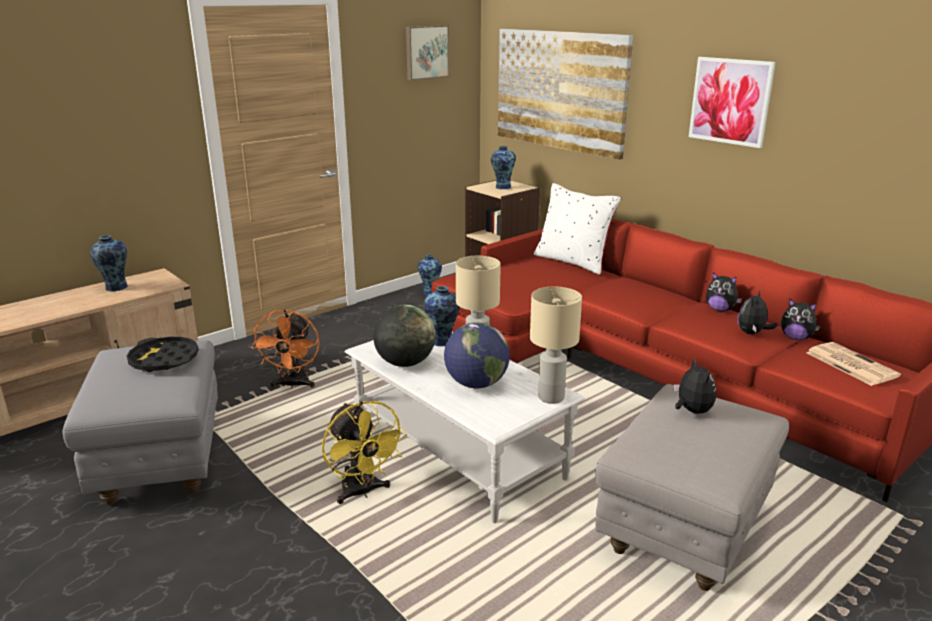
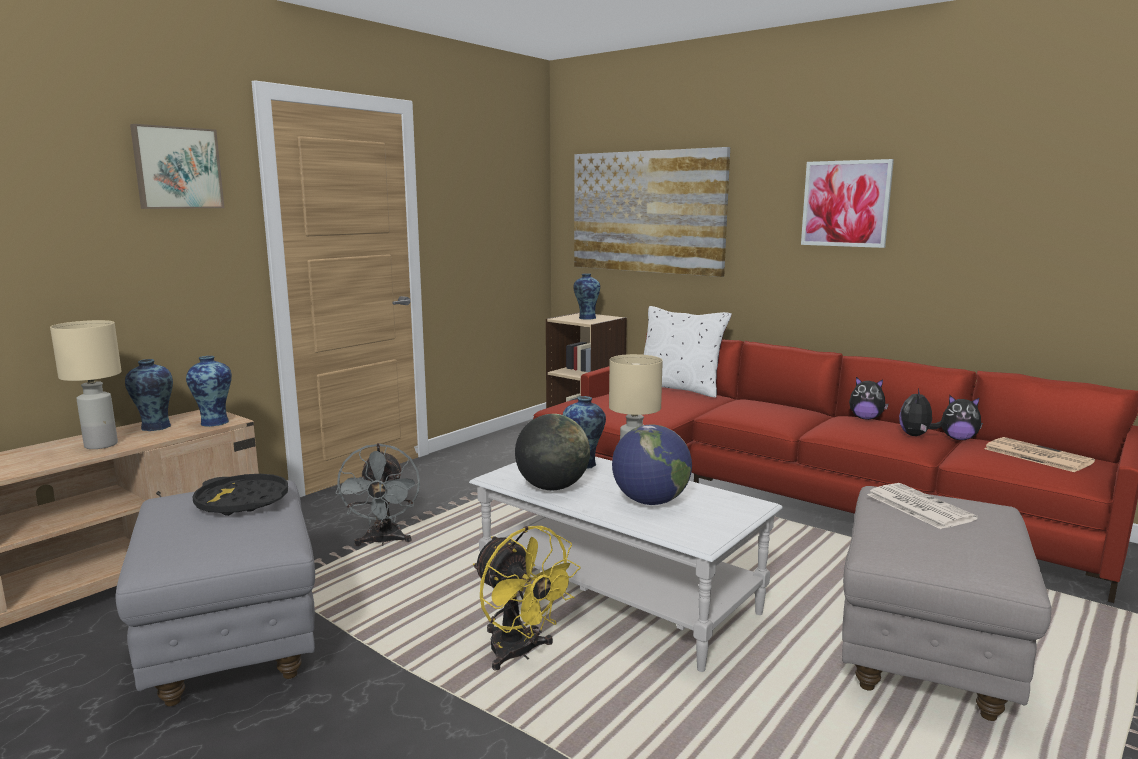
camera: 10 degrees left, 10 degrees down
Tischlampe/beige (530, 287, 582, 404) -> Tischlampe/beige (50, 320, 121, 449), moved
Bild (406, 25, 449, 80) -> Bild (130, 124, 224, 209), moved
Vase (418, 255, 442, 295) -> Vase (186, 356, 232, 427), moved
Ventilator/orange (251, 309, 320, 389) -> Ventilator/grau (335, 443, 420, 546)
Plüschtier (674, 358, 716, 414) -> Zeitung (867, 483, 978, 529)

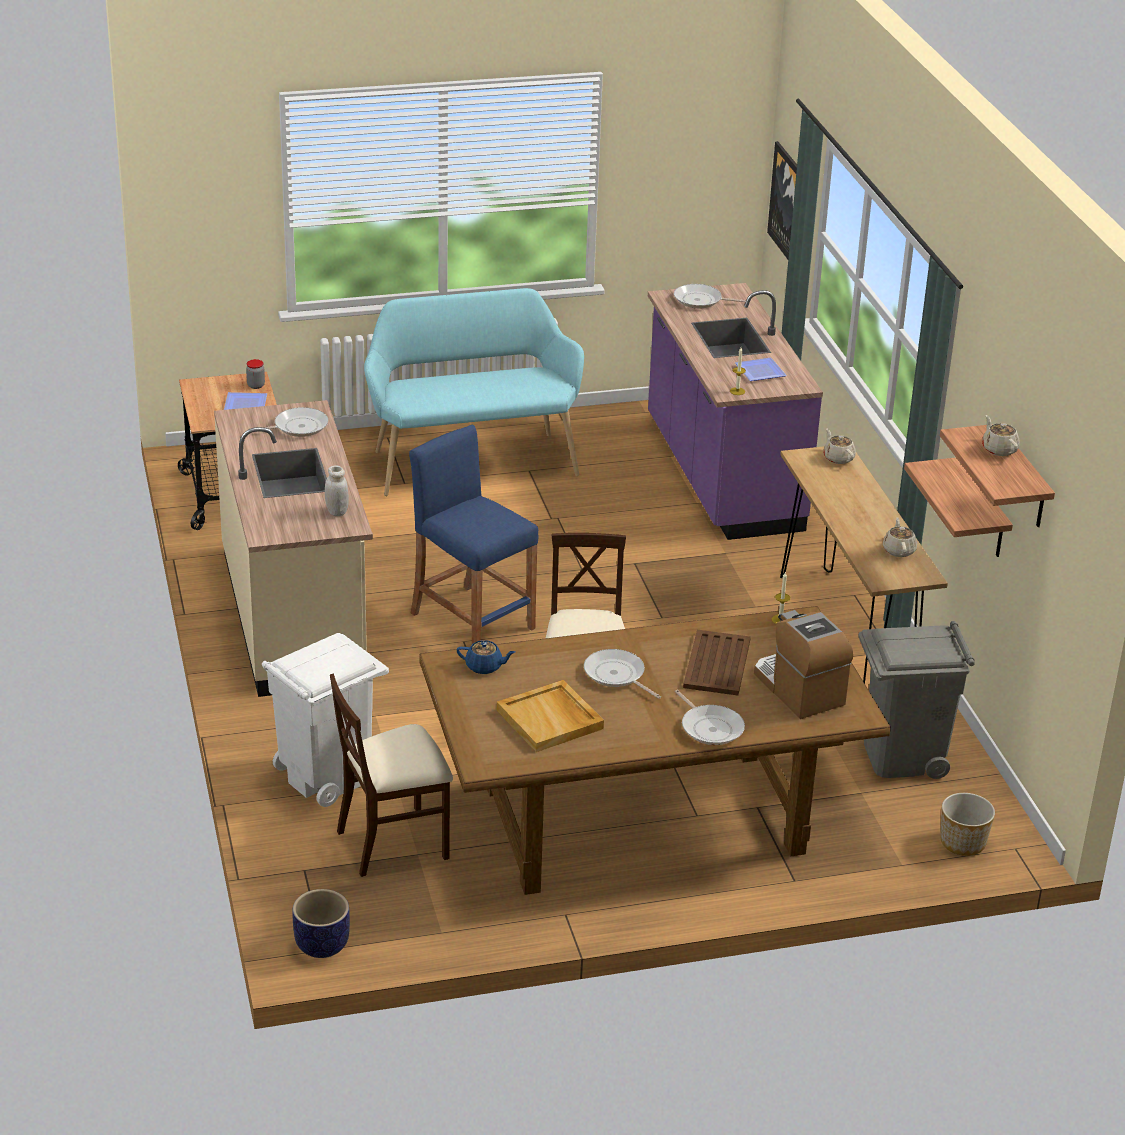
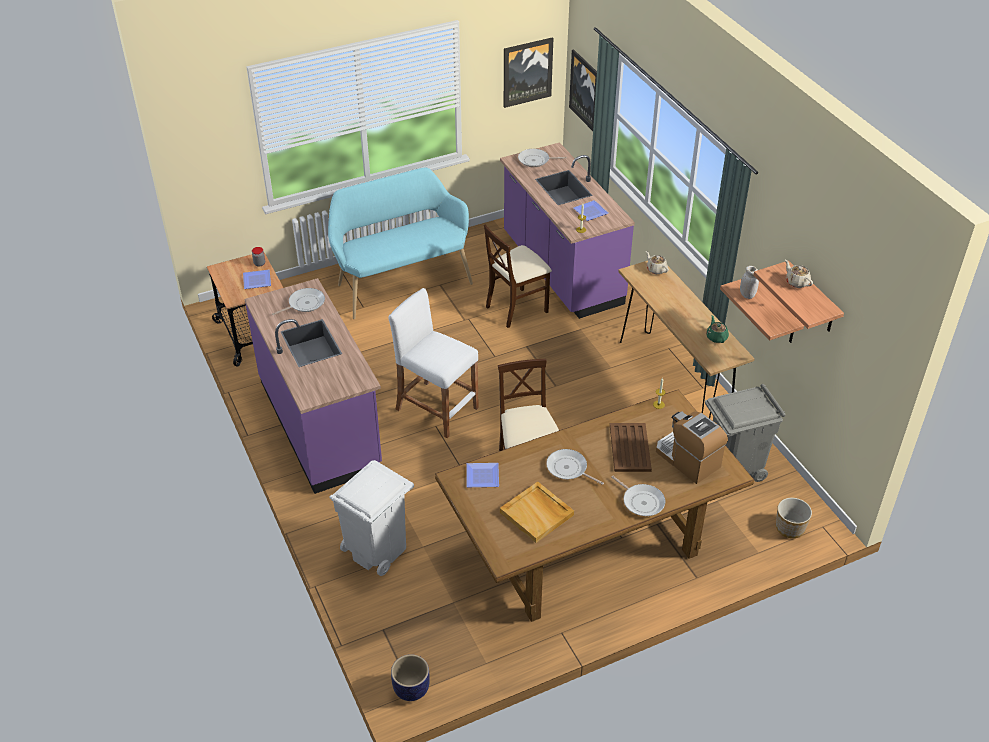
camera: 10 degrees left, 10 degrees up
Küchenzeile/beige (214, 400, 373, 697) -> Küchenzeile/lila (245, 278, 382, 494)
Hocker/blau (409, 425, 538, 644) -> Hocker/weiß (388, 288, 479, 438)
Teekanne/blau (457, 640, 515, 674) -> Teller (466, 463, 499, 487)
Stuhl/beige (330, 674, 453, 877) -> Stuhl/beige (484, 224, 552, 328), moved
none -> Bild (504, 37, 553, 108)
Teekanne/beige (883, 517, 917, 557) -> Teekanne/grün (706, 315, 729, 343)
Vorratsglas/weiß (325, 465, 349, 516) -> Vorratsglas/weiß (740, 266, 759, 299), moved

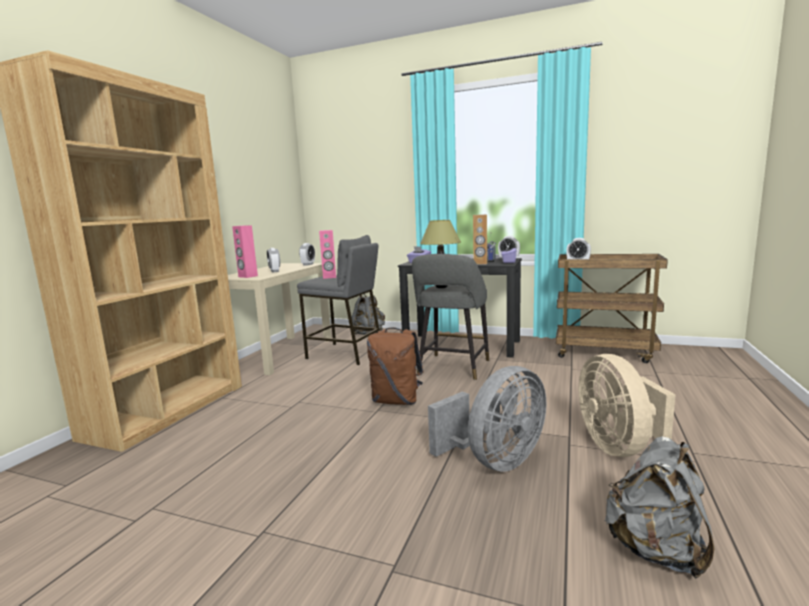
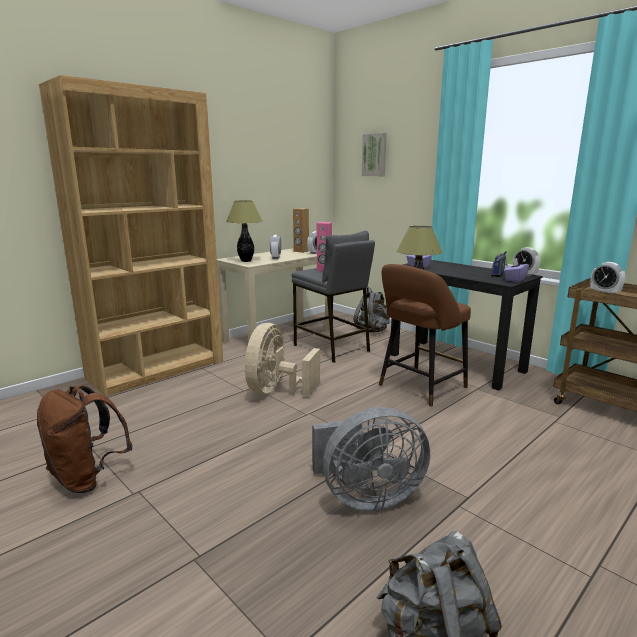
camera: 25 degrees right, 5 degrees up
Rucksack/braun (367, 328, 424, 405) -> Rucksack/braun (37, 385, 133, 493), moved
Lautsprecher/rosa (232, 225, 258, 278) -> Tischlampe (226, 200, 262, 262)
Ventilator/beige (579, 354, 676, 457) -> Ventilator/beige (245, 323, 320, 396), moved
Lautsprecher/braun (473, 214, 487, 265) -> Lautsprecher/braun (293, 208, 309, 253), moved
none -> Bild (362, 133, 387, 176)
Hocker/grau (412, 254, 489, 380) -> Hocker/braun (379, 264, 471, 407)

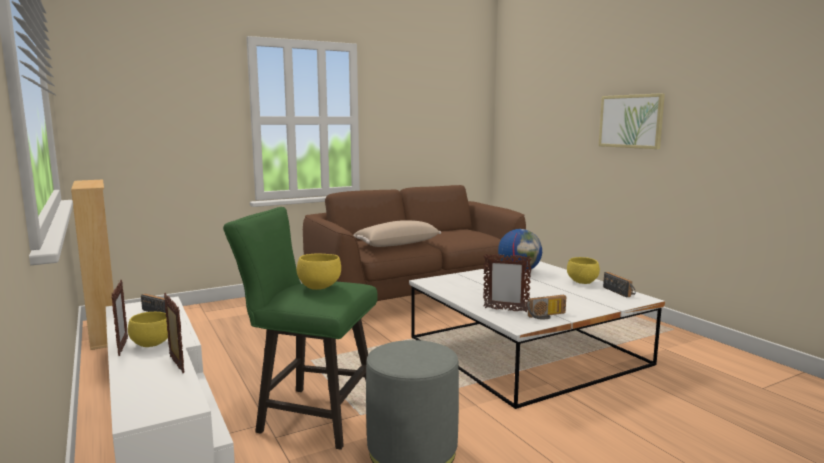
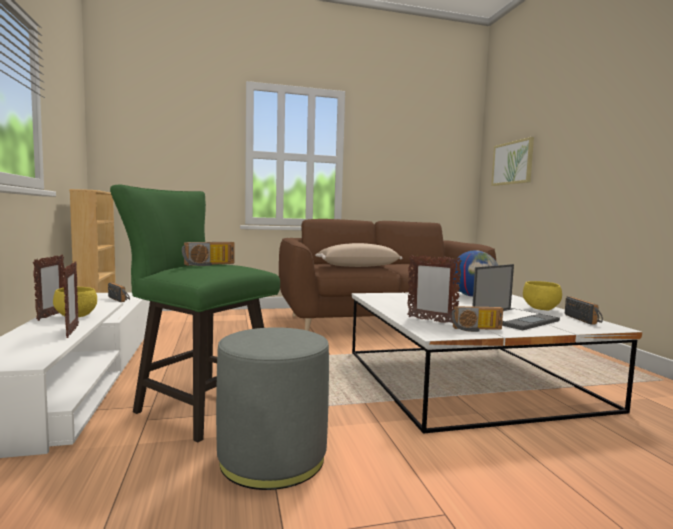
camera: 15 degrees right, 5 degrees down
Schüssel/gelb (297, 253, 341, 290) -> Radio (182, 242, 234, 266)
none -> Laptop (472, 264, 560, 330)
Bild (599, 93, 665, 149) -> Bild (491, 137, 534, 186), moved

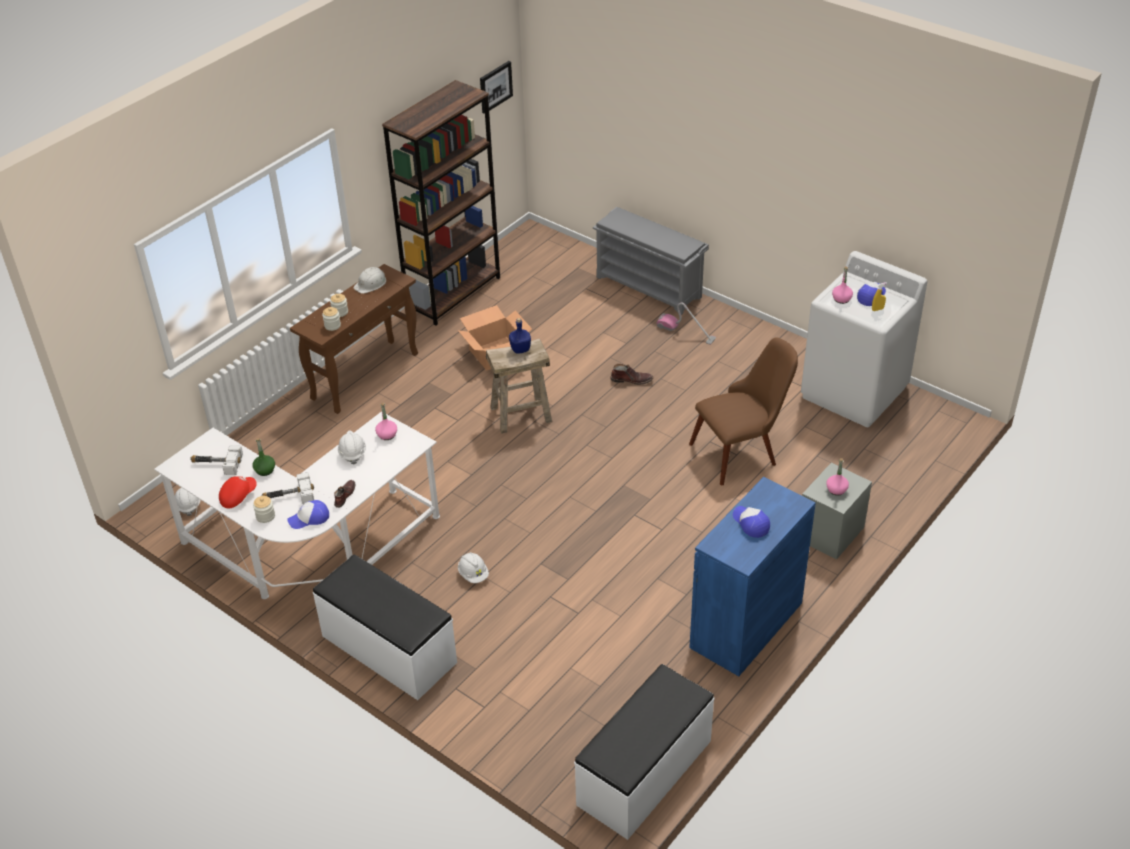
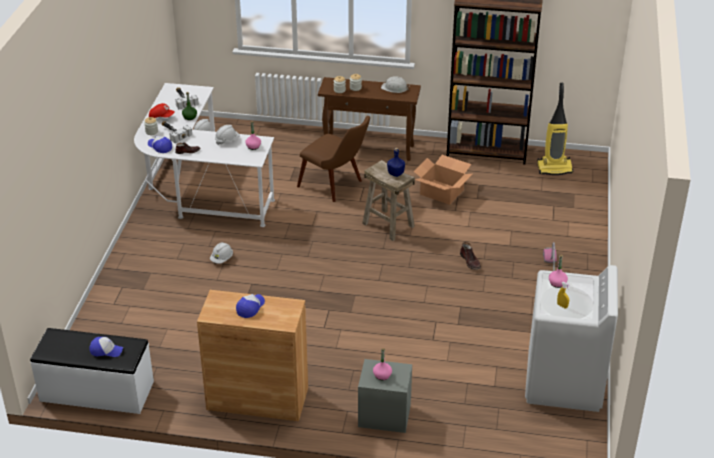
camera: 60 degrees right, 5 degrees down
Kappe (857, 282, 886, 306) -> Kappe (89, 337, 123, 357), moved
Schrank/blau (689, 477, 816, 676) -> Schrank/braun (197, 290, 308, 421)
Stuhl/braun (689, 337, 798, 486) -> Stuhl/braun (297, 116, 370, 202), moved
none -> Staubsauger (537, 83, 573, 175)
Bank/weiß (313, 555, 457, 700) -> none
Bild (480, 61, 513, 114) -> none
Schuhregal/grau (593, 207, 709, 315) -> none

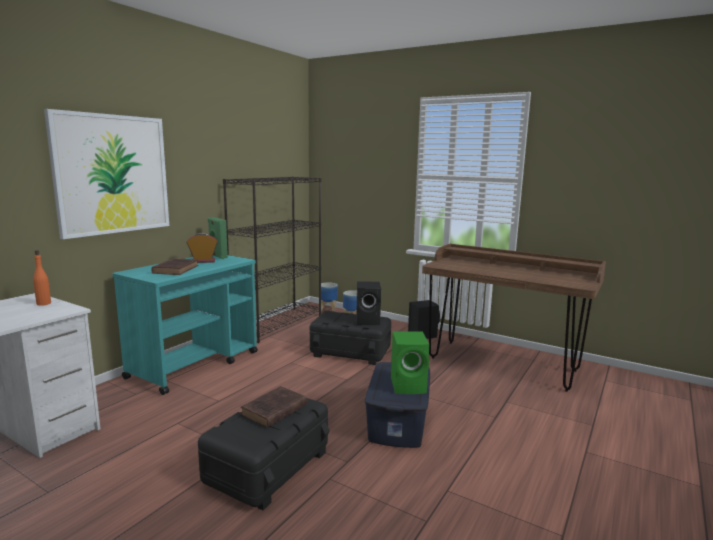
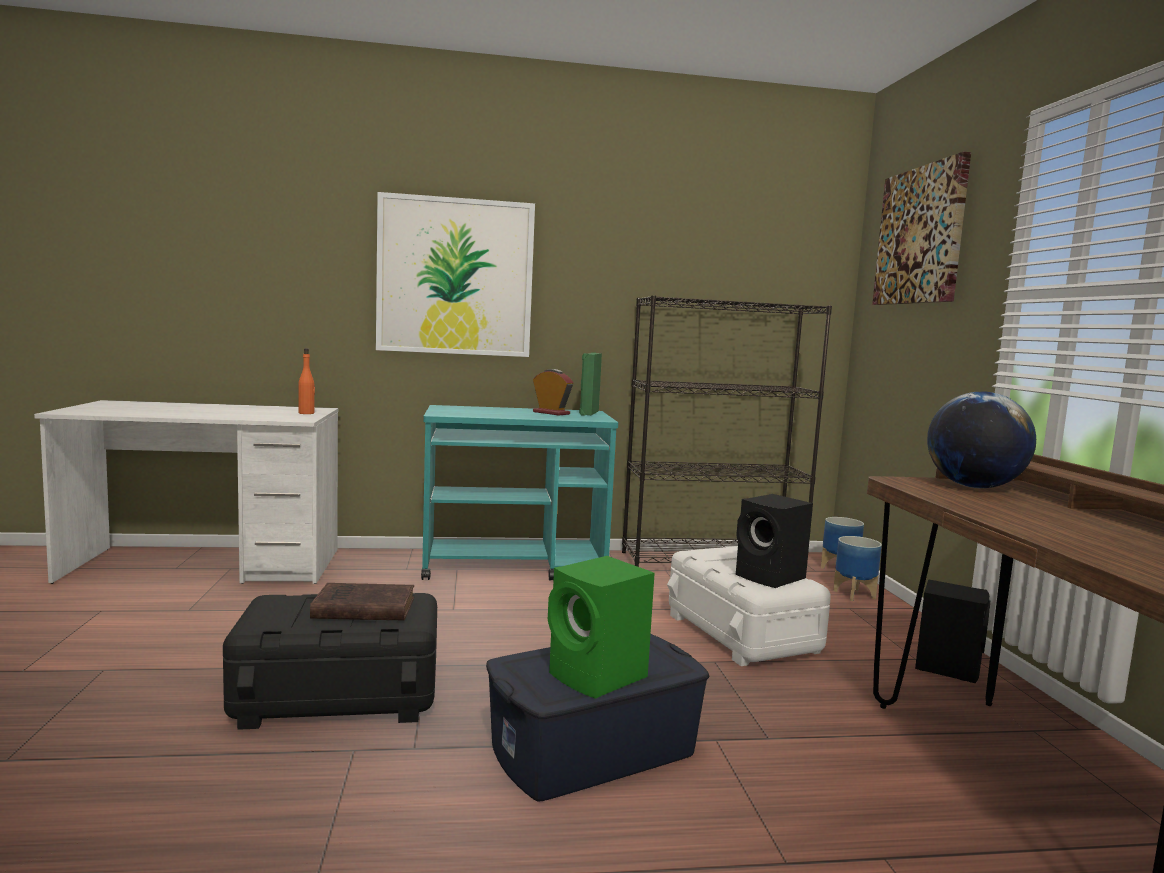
camera: 50 degrees right, 5 degrees down
Aufbewahrungsbox/schwarz (310, 311, 391, 365) -> Aufbewahrungsbox/weiß (667, 546, 831, 666)
none -> Bild (872, 152, 971, 305)
none -> Globus (927, 392, 1036, 488)
Buch/braun (151, 258, 199, 275) -> none

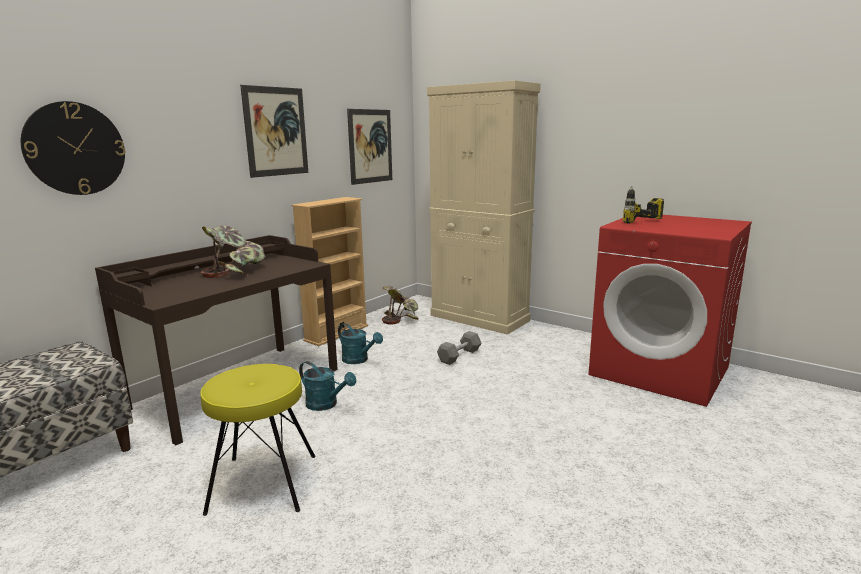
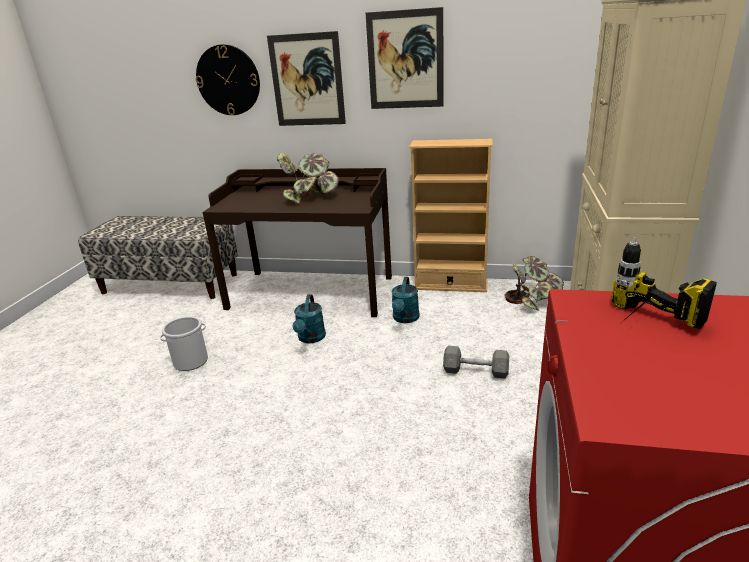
camera: 65 degrees right, 10 degrees up
Hocker/gelb (200, 364, 316, 516) -> Eimer (160, 316, 208, 371)
Bild (347, 109, 392, 185) -> Bild (267, 31, 346, 126), moved

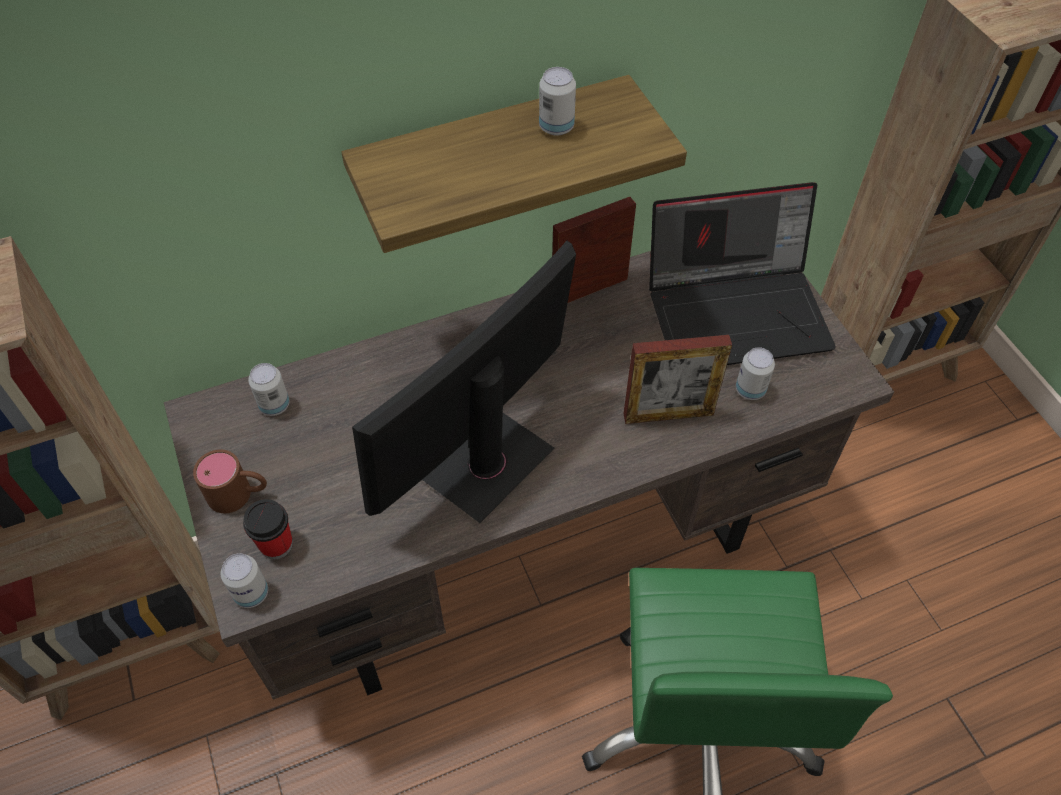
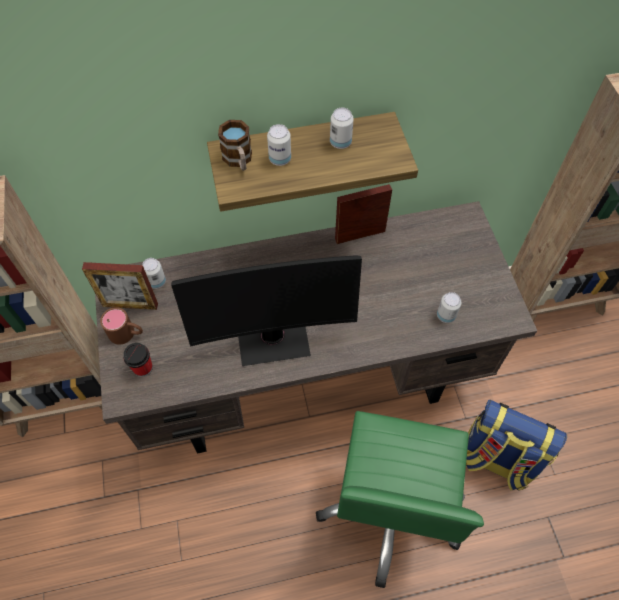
camera: 10 degrees right, 5 degrees up
Bilderrahmen (623, 335, 732, 424) -> Bilderrahmen (82, 262, 158, 310), moved
Monitor (352, 241, 576, 523) -> Monitor (171, 255, 362, 366), 150 degrees counterclockwise
none -> Henkelbecher (218, 120, 252, 171)
Dose (221, 553, 268, 608) -> Dose (267, 124, 291, 166), moved
none -> Rucksack (466, 400, 567, 491)
Laptop (649, 182, 835, 365) -> none

